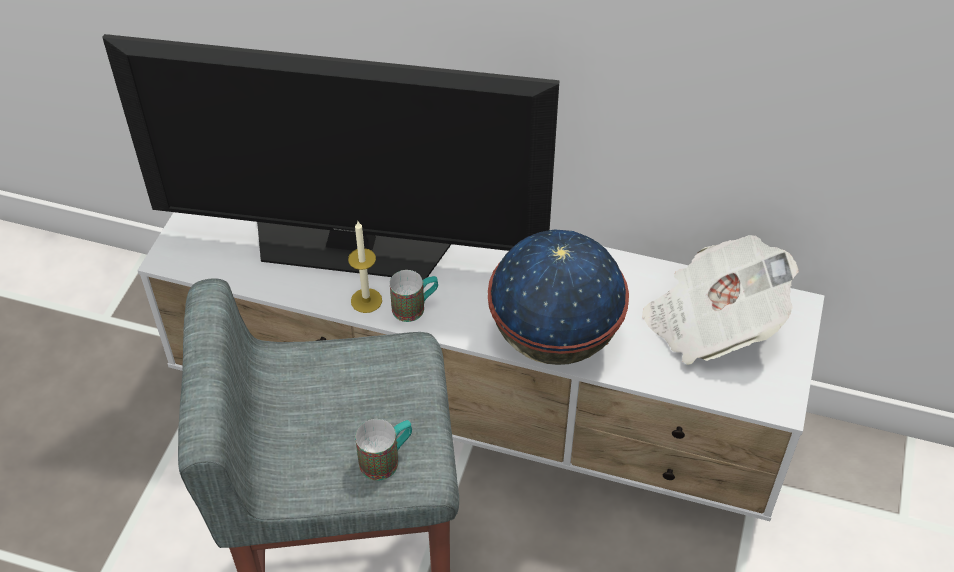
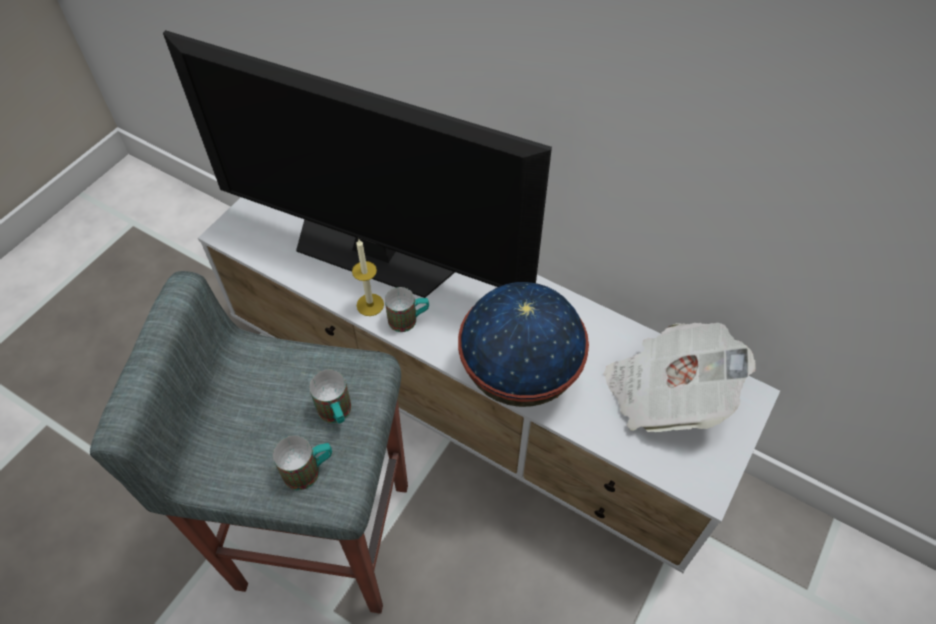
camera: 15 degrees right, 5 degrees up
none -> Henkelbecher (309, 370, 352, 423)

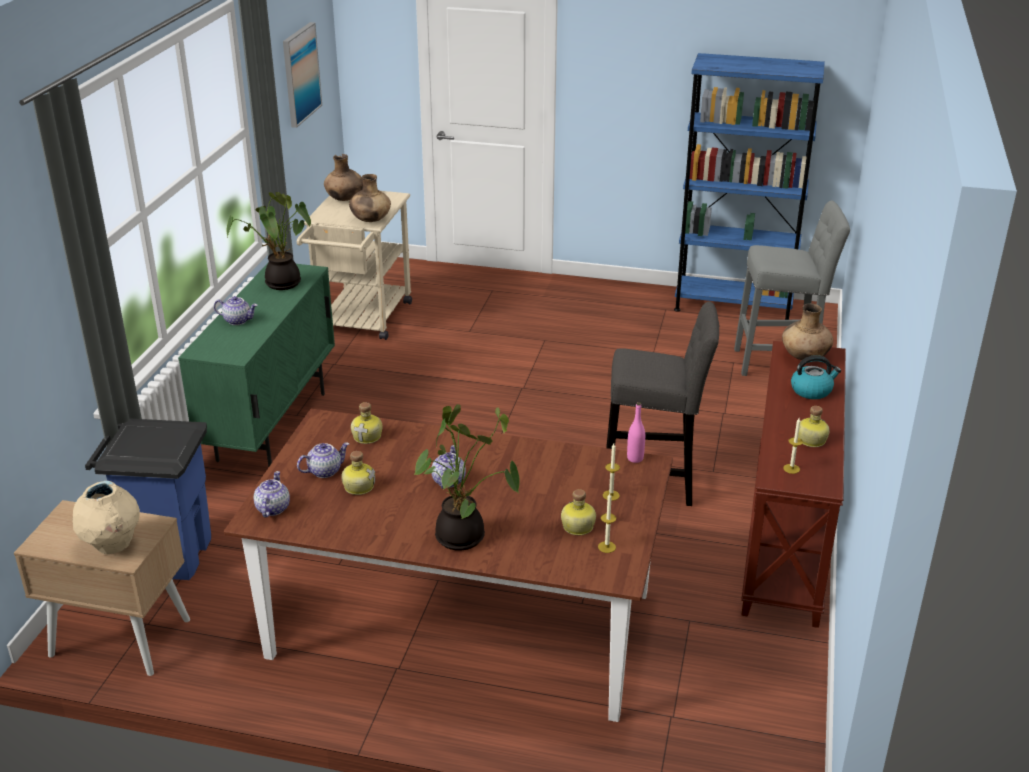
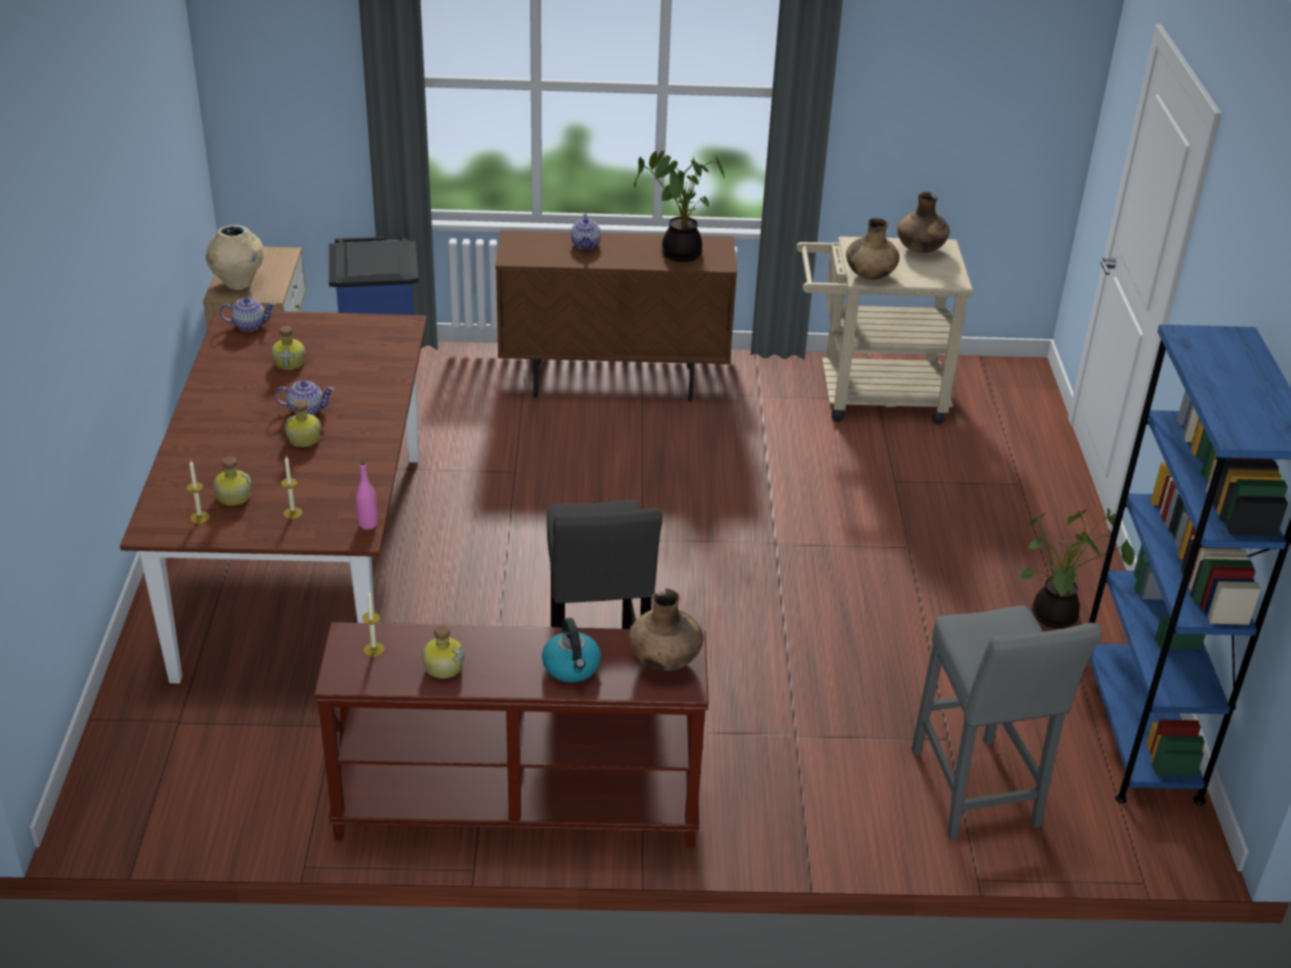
camera: 75 degrees right, 5 degrees up
Flasche (351, 402, 382, 444) -> Flasche (285, 400, 321, 447), moved
Schrank/grün (178, 263, 335, 468) -> Schrank/braun (495, 230, 737, 402)
Topfpflanze (414, 404, 520, 551) -> Topfpflanze (1020, 508, 1135, 629), moved
Bild (283, 22, 322, 128) -> none
Teekanne (297, 442, 349, 478) -> none

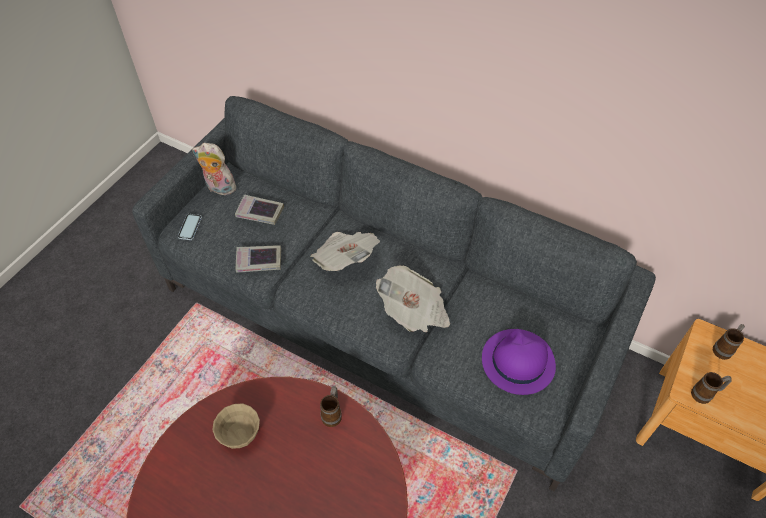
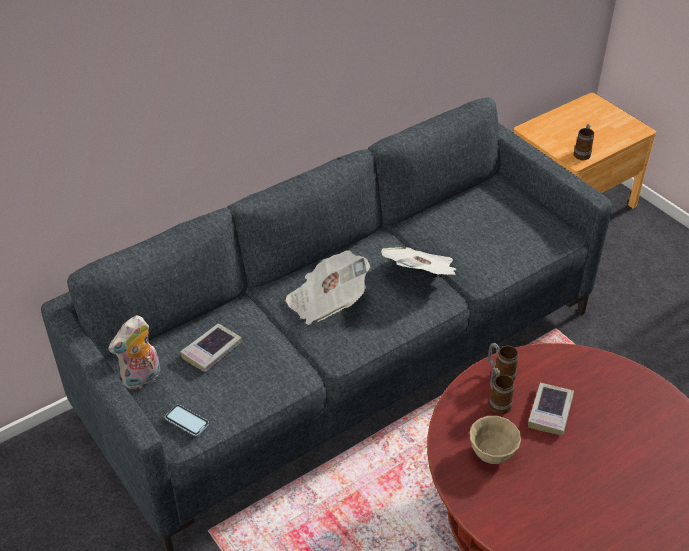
camera: 65 degrees left, 10 degrees down
Henkelbecher (713, 324, 745, 360) -> Henkelbecher (489, 367, 514, 414), moved
Buch (236, 245, 281, 273) -> Buch (528, 383, 574, 435), moved
Hut/lila (482, 329, 556, 395) -> none

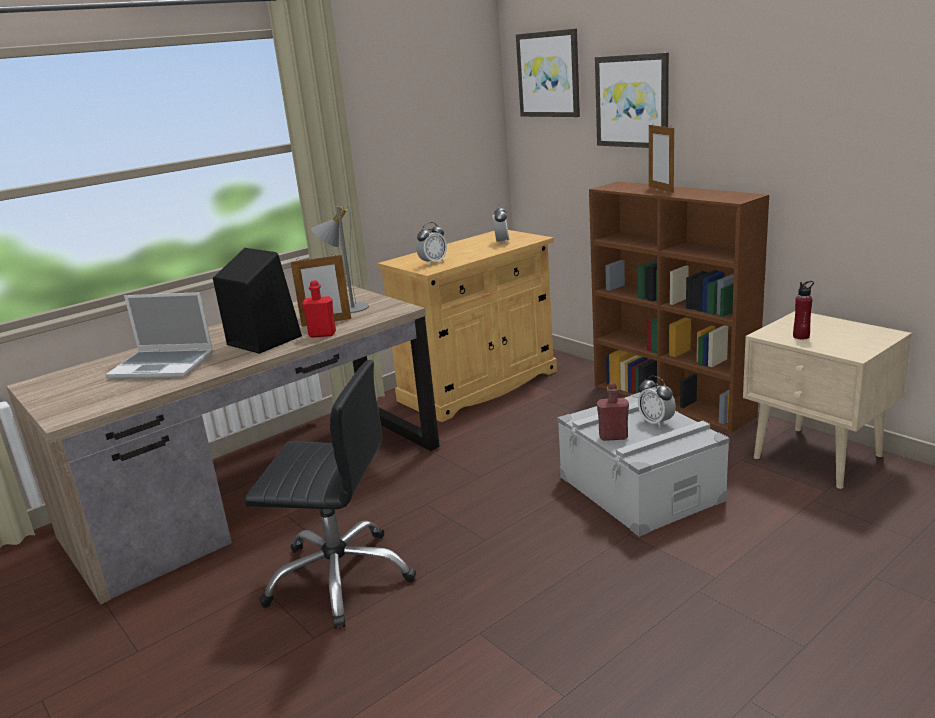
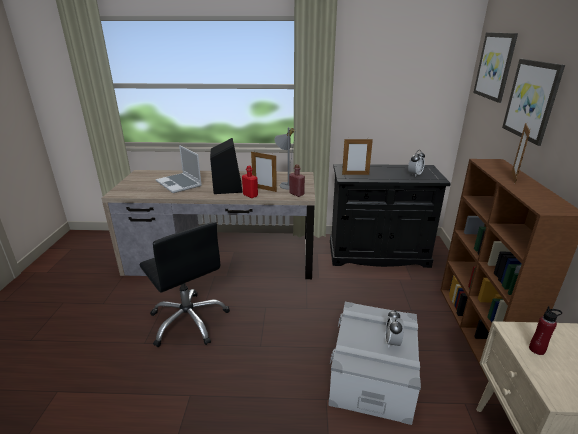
camera: 40 degrees right, 5 degrees up
Flasche/rot (597, 382, 629, 441) -> Flasche/rot (289, 164, 305, 197), moved
Schrank/beige (378, 230, 557, 422) -> Schrank/schwarz (330, 164, 451, 268)
Wecker (416, 222, 447, 266) -> Bilderrahmen (342, 139, 373, 175)

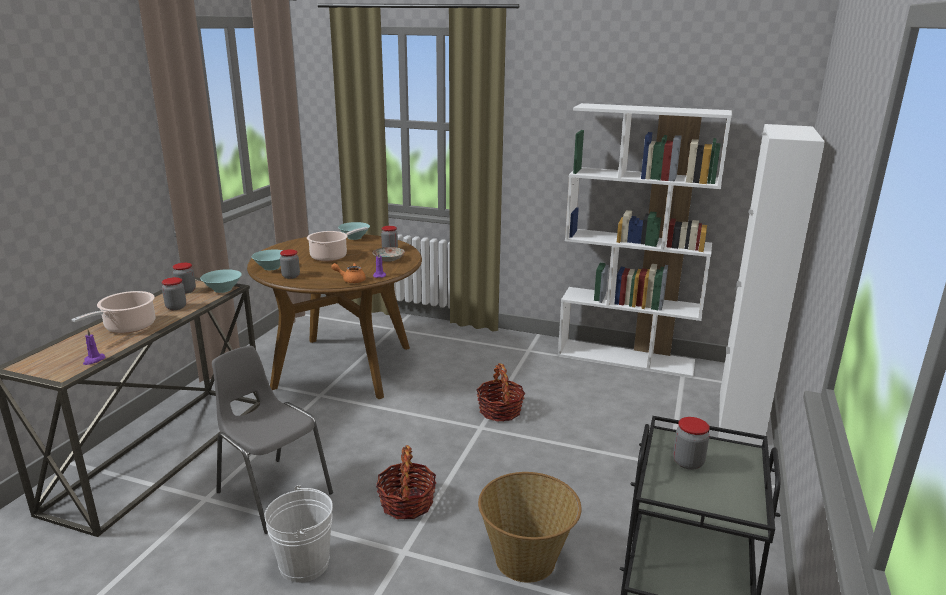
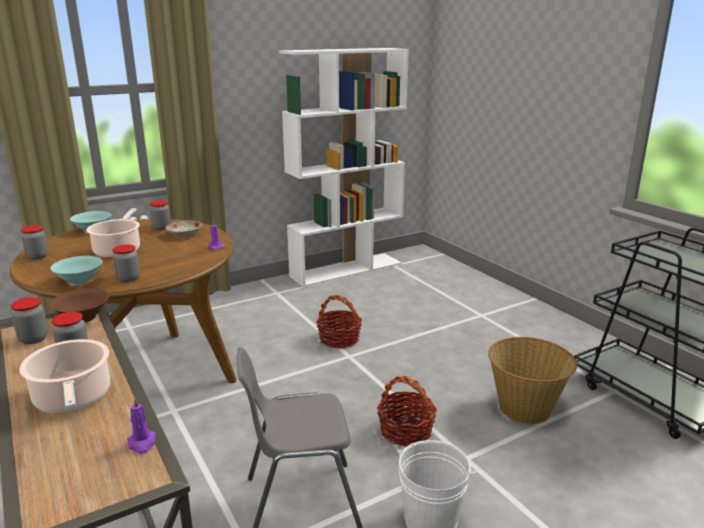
camera: 50 degrees left, 0 degrees up
Vorratsglas (673, 417, 710, 470) -> Vorratsglas (21, 225, 49, 260), moved
Schüssel/türkis (200, 269, 242, 293) -> Schüssel/braun (49, 288, 109, 323)
Teekanne/orange (331, 263, 366, 283) -> none
Schrank/weiß (718, 124, 825, 446) -> none

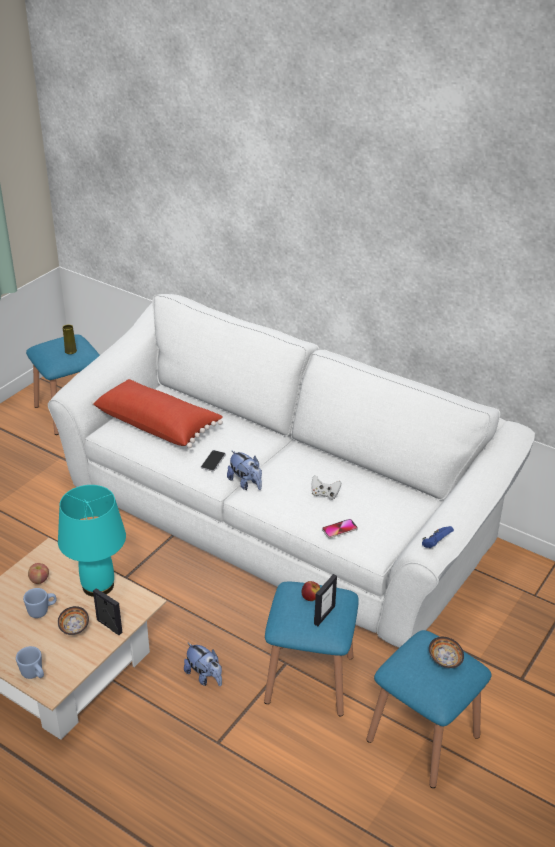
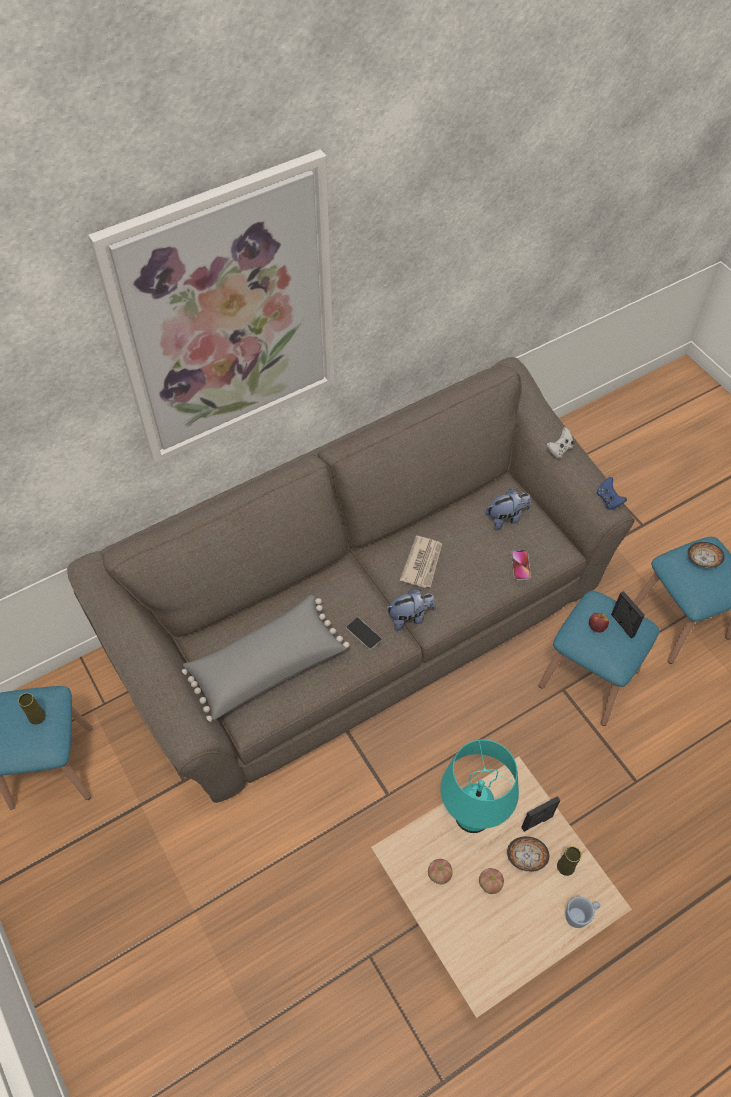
camera: 65 degrees left, 20 degrees up
Sofa/weiß (48, 294, 535, 648) -> Sofa/braun (67, 357, 635, 803)
none -> Bild (88, 149, 335, 464)
Kissen/rot (92, 379, 223, 448) -> Kissen/grau (182, 595, 350, 722)
none -> Zeitung (400, 536, 442, 588)
Henkelbecher/blau (23, 588, 57, 618) -> Apfel (479, 868, 504, 894)
Plüschtier (184, 642, 222, 686) -> Plüschtier (485, 489, 531, 530), moved
Gamepad/weiß (311, 475, 341, 500) -> Gamepad/weiß (546, 427, 575, 458), moved
none -> Vase/gelb (557, 846, 581, 876)

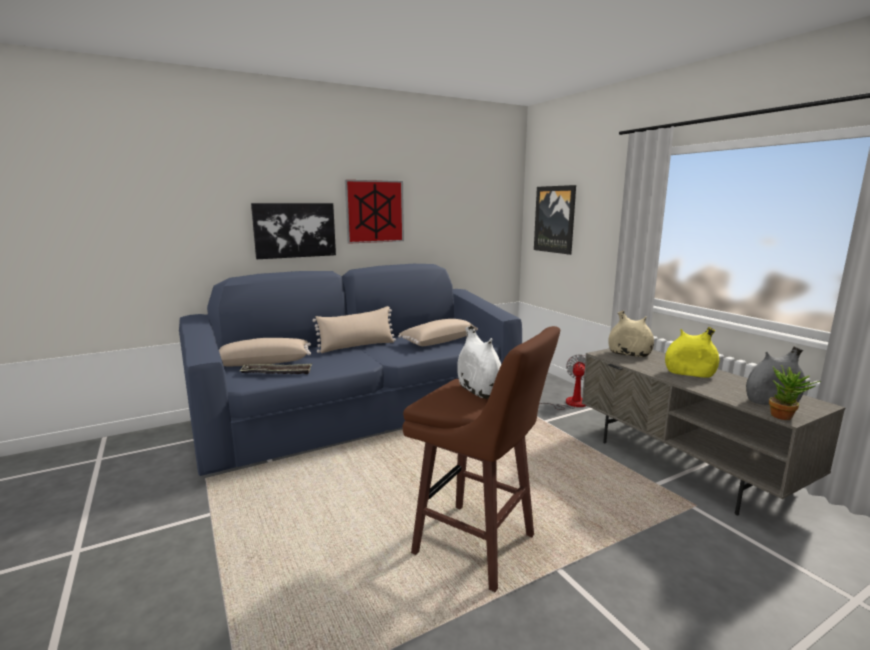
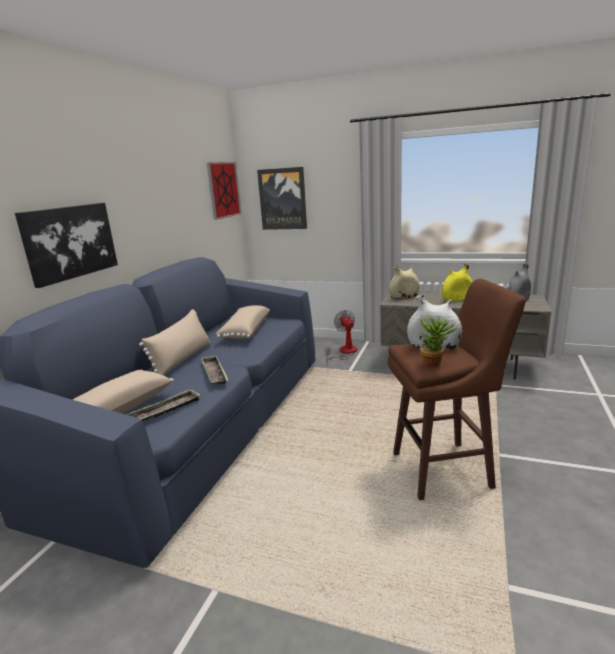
camera: 40 degrees left, 5 degrees up
none -> Tablett (201, 355, 228, 385)
Bild (345, 180, 404, 244) -> Bild (207, 162, 242, 220), moved
Topfpflanze (769, 365, 821, 420) -> Topfpflanze (420, 315, 457, 366), moved

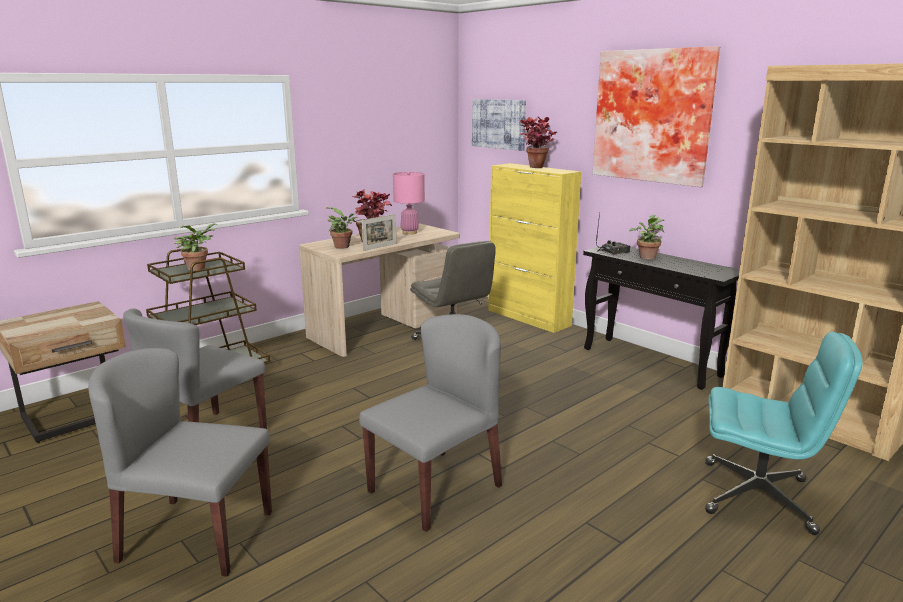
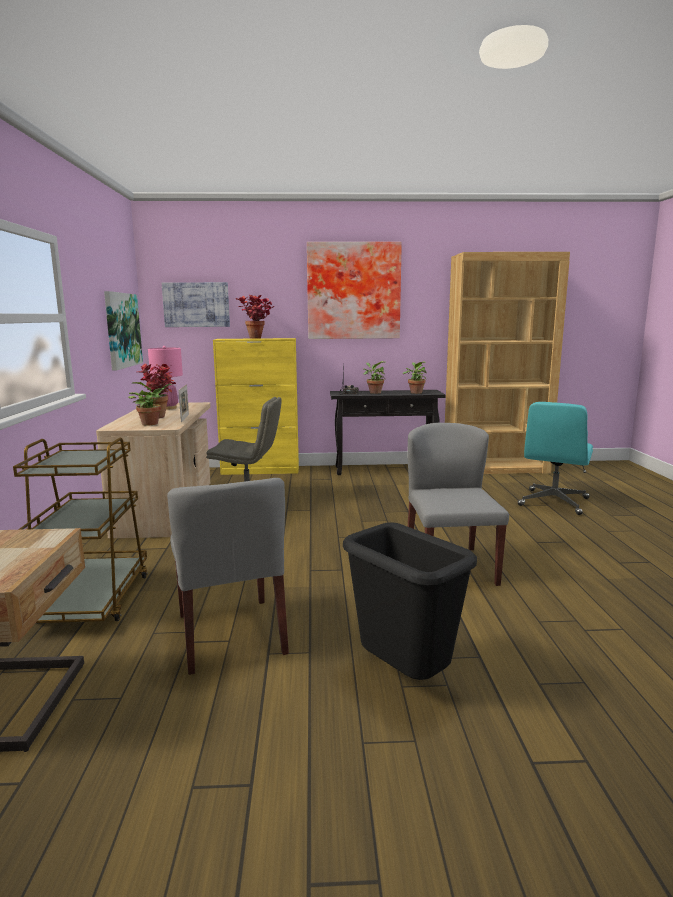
camera: 50 degrees left, 5 degrees down
none -> Bild (104, 291, 143, 371)
Stuhl/grau (88, 348, 272, 576) -> Mülleimer/schwarz (343, 522, 477, 680)
Topfpflanze (174, 223, 217, 271) -> Topfpflanze (403, 361, 427, 394), moved
Bürostuhl/türkis (705, 332, 863, 535) -> Bürostuhl/türkis (518, 402, 593, 515), 150 degrees clockwise

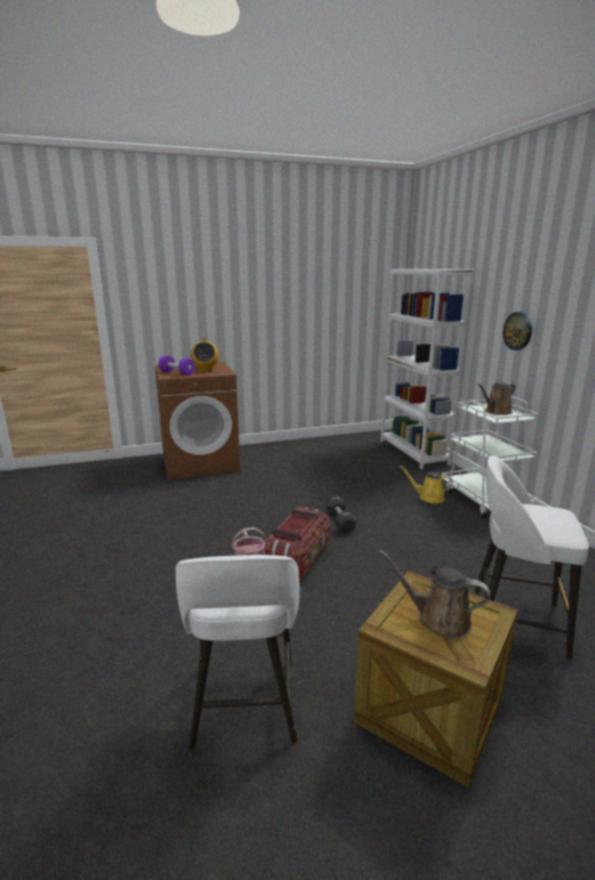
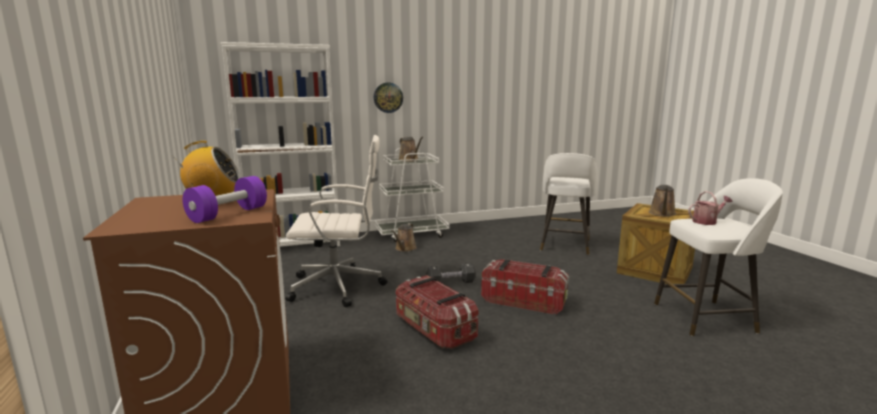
camera: 90 degrees left, 5 degrees down
none -> Bürostuhl/weiß (285, 135, 388, 307)
Gießkanne/gelb (400, 465, 453, 504) -> Gießkanne/braun (391, 223, 417, 252)
none -> Aufbewahrungsbox (396, 275, 478, 349)

